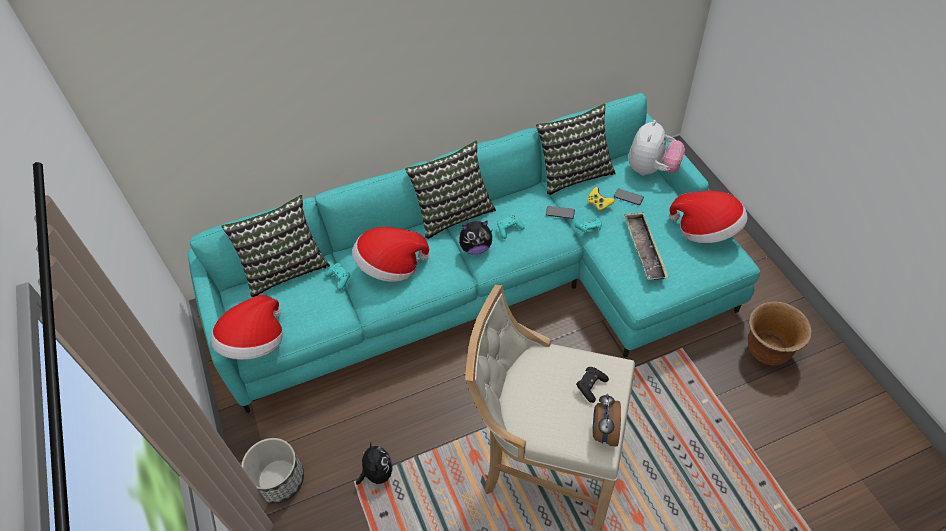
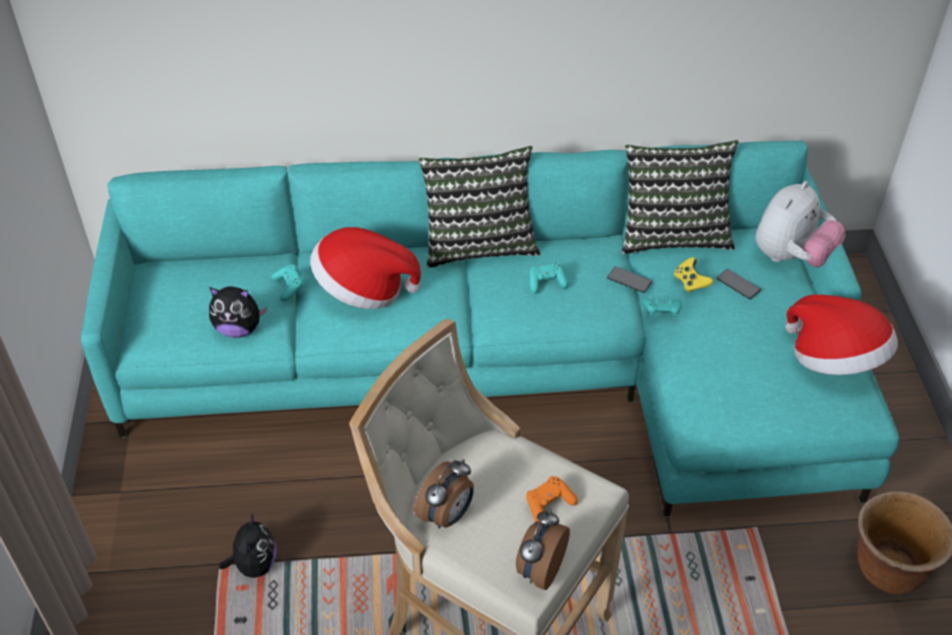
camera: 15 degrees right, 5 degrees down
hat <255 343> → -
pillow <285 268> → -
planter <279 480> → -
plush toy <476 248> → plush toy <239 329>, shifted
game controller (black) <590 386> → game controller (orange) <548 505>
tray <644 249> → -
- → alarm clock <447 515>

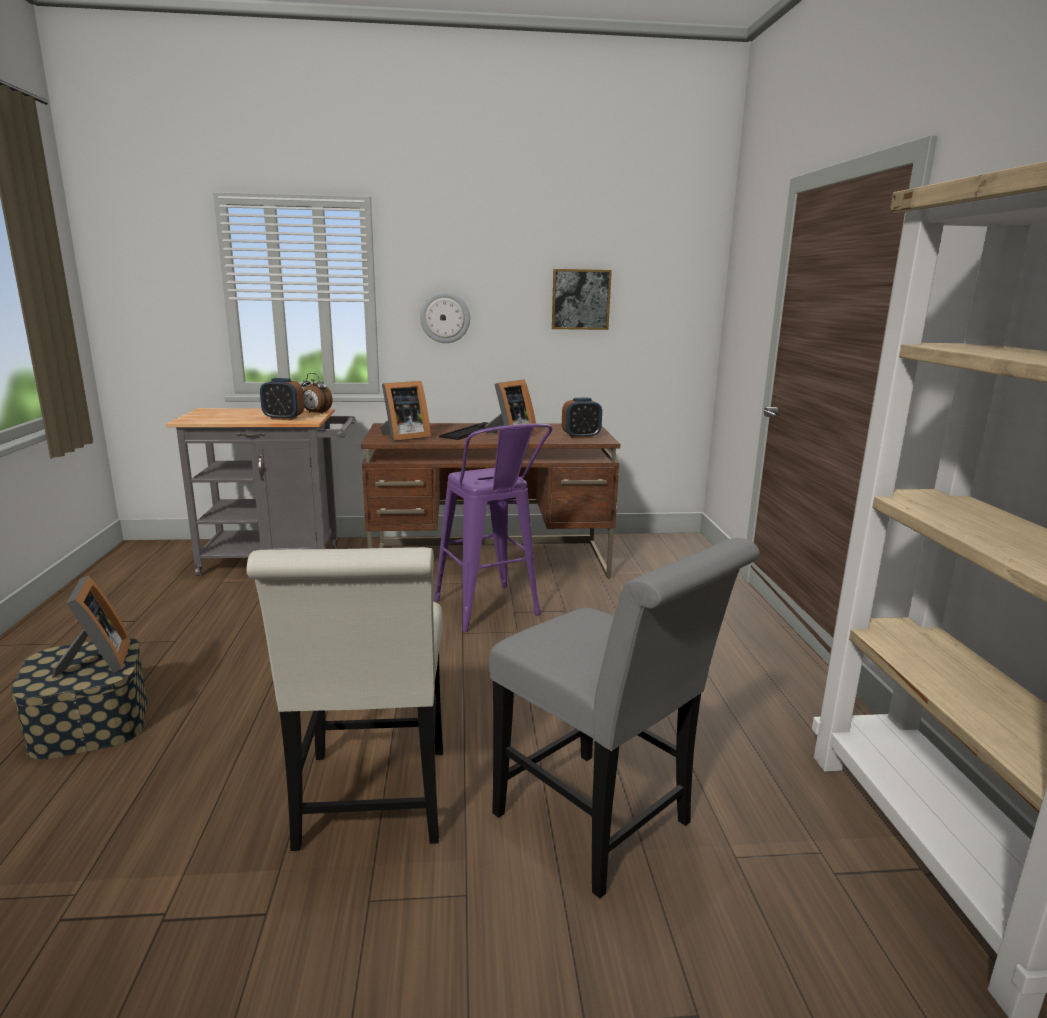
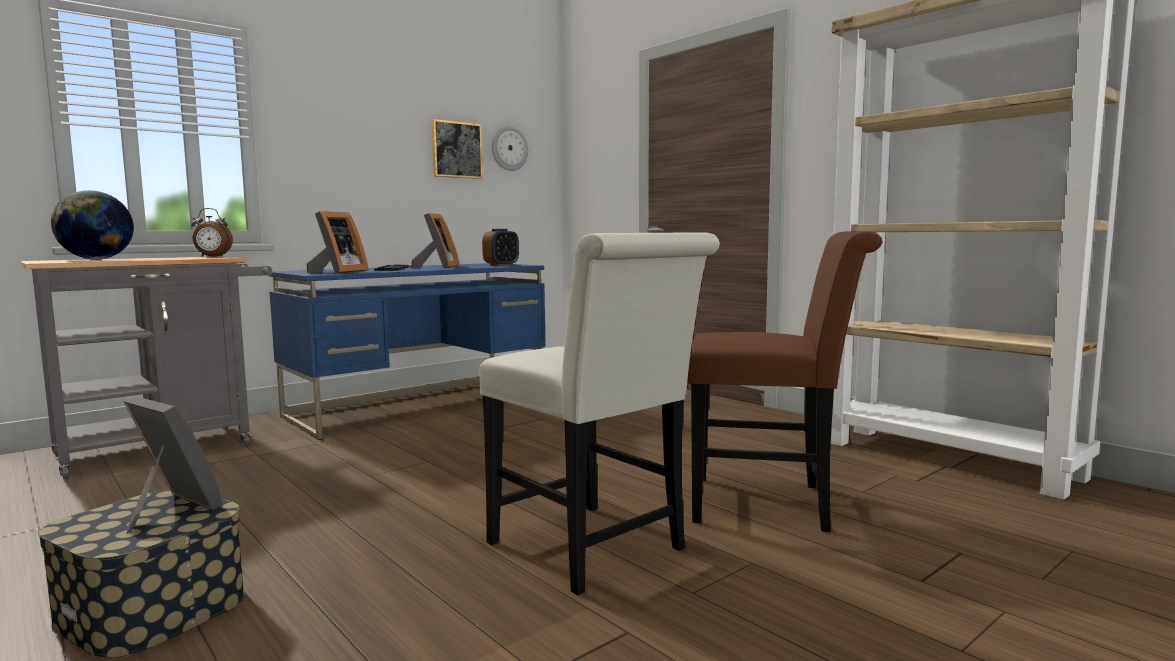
camera: 35 degrees left, 10 degrees down
alarm clock <283 418> → -
desk (brown) <491 561> → desk (blue) <421 406>
wall clock <445 317> → wall clock <509 148>, shifted
stool (purple) <490 613> → -
chair (grey) <602 826> → chair (brown) <771 504>
- → globe <96 259>

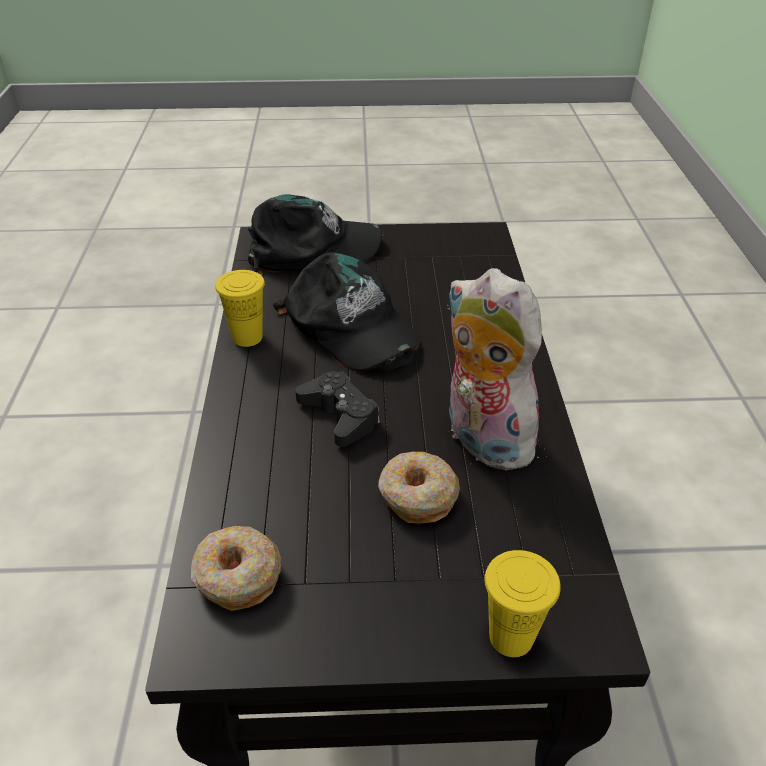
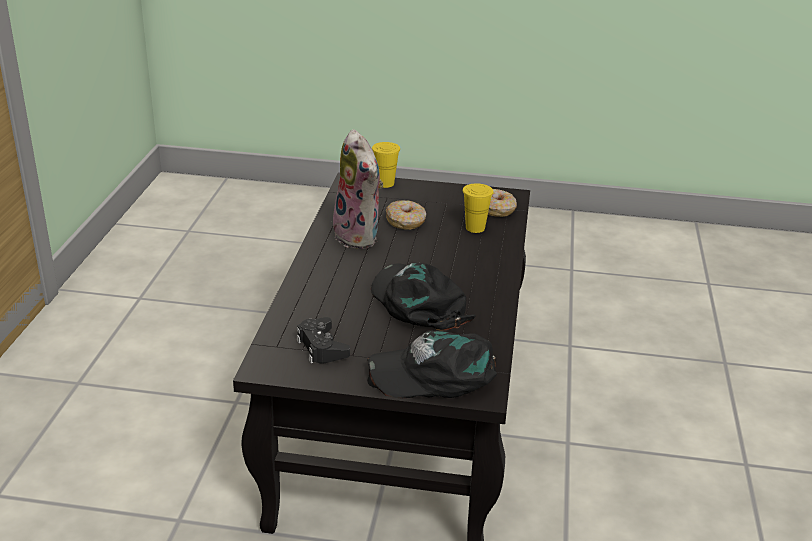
camera: 170 degrees left, 10 degrees down
cup (yellow) <247 337> → cup (yellow) <475 228>, shifted
game controller (black) <340 415> → game controller (black) <321 347>, shifted

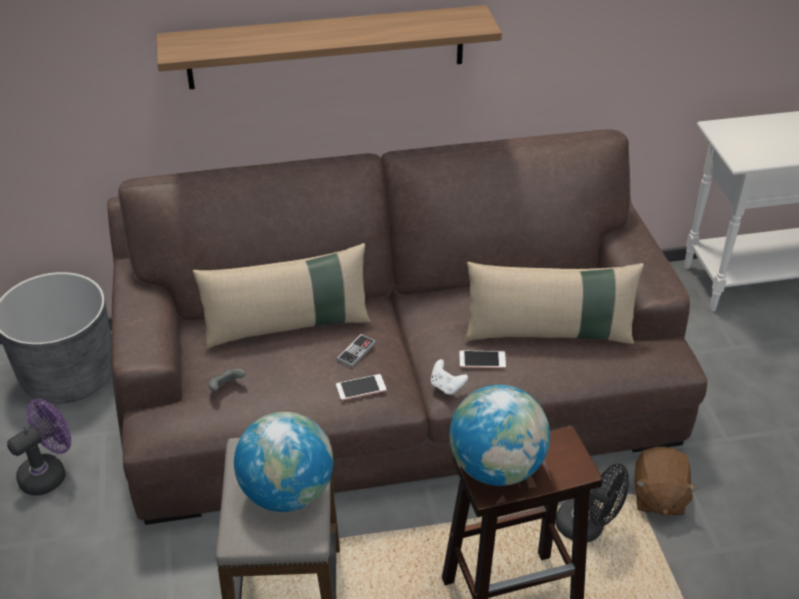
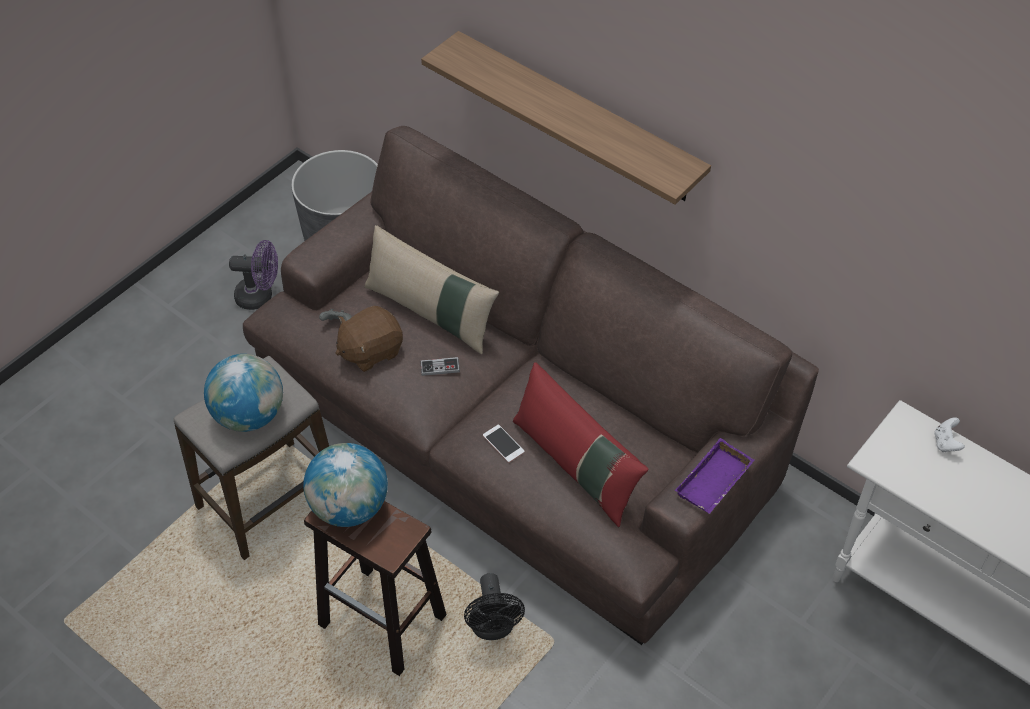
camera: 50 degrees right, 10 degrees up
phone <361 388> → -
game controller (white) <446 386> → game controller (white) <945 443>, shifted
pillow (beige) <549 333> → pillow (red) <576 466>
plush toy (brown) <658 497> → plush toy (brown) <370 351>, shifted
- → tray (purple) <715 483>

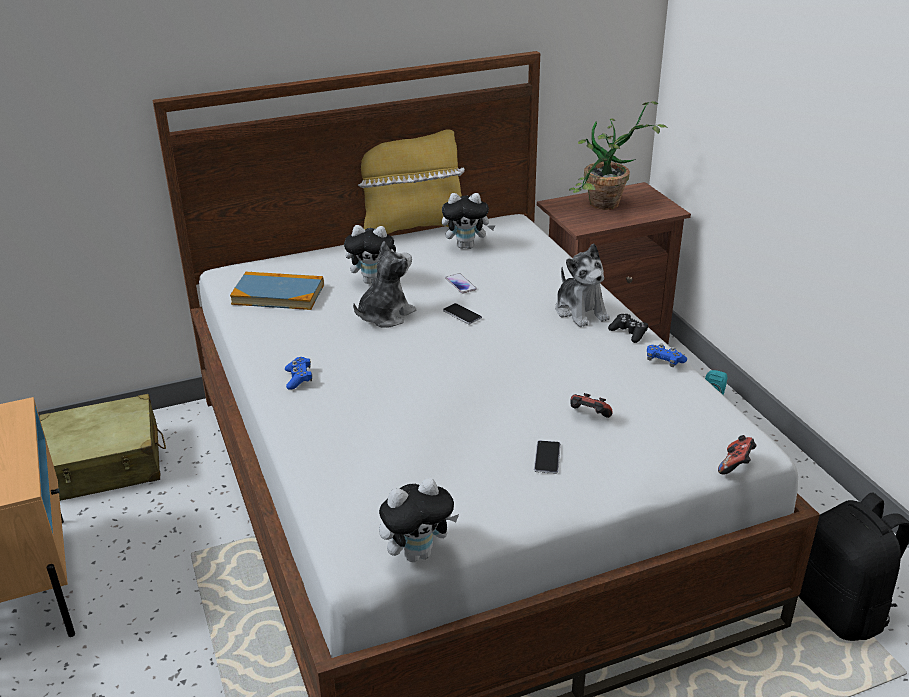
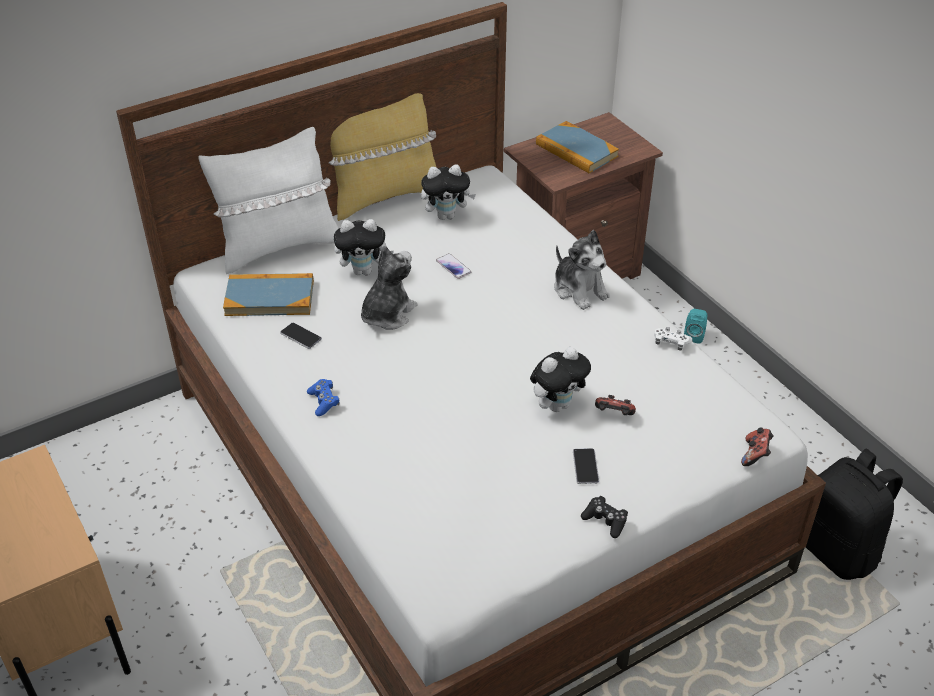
camera: 10 degrees left, 10 degrees up
suitcase (beige) <105 465> → -
plush toy <417 553> → plush toy <557 404>, shifted
phone <462 314> → phone <301 336>, shifted
potted plant <606 207> → book <576 150>
game controller (black) <628 333> → game controller (black) <605 521>, shifted
game controller (blue) <664 361> → game controller (white) <670 343>
- → pillow (white) <278 247>

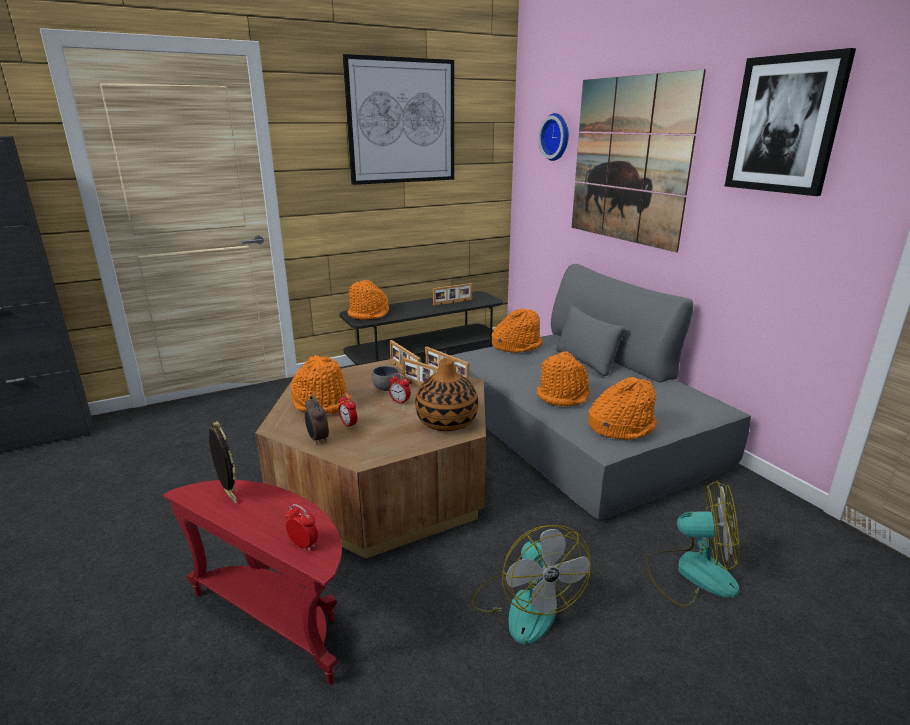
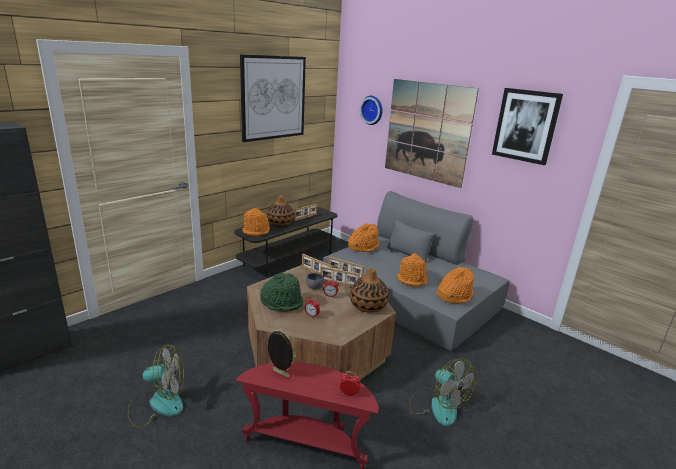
camera: 20 degrees left, 0 degrees up
hat (orange) <322 403> → hat (green) <282 302>
alarm clock <317 439> → -
fan <691 573> → fan <157 404>, shifted
- → vase <280 223>

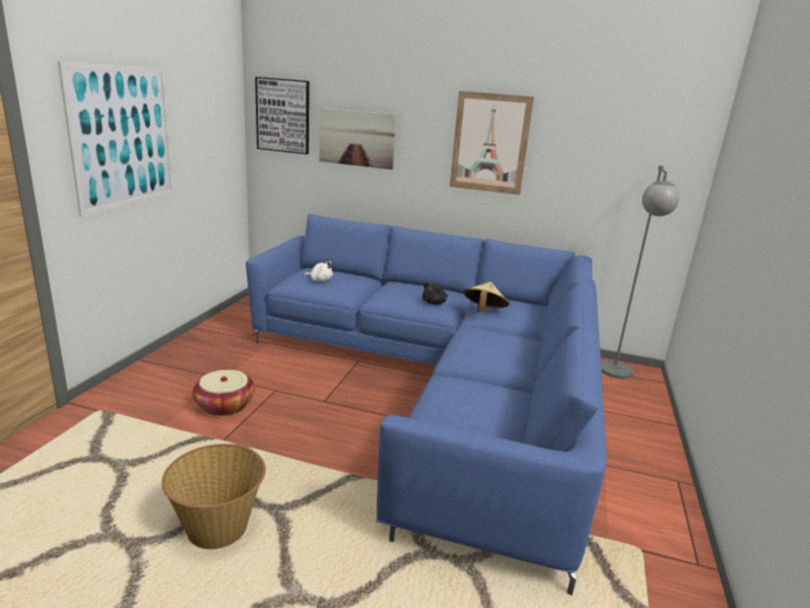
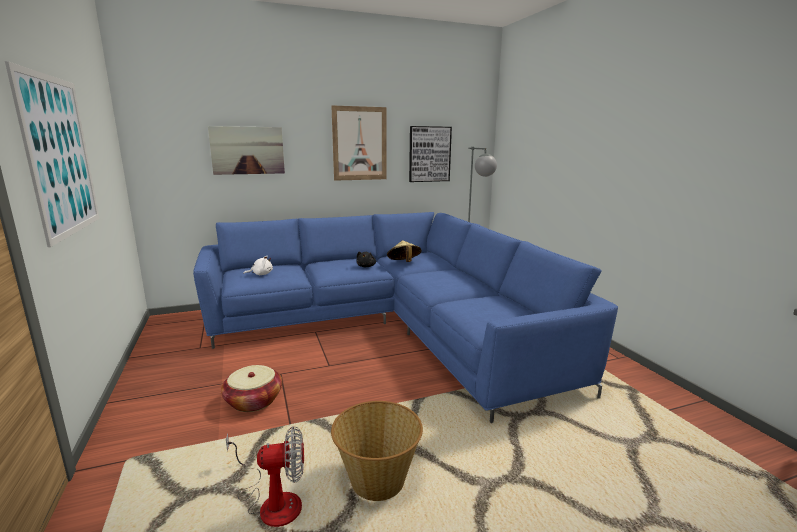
camera: 35 degrees left, 5 degrees down
picture <283 115> → picture <429 154>, shifted
- → fan <272 502>

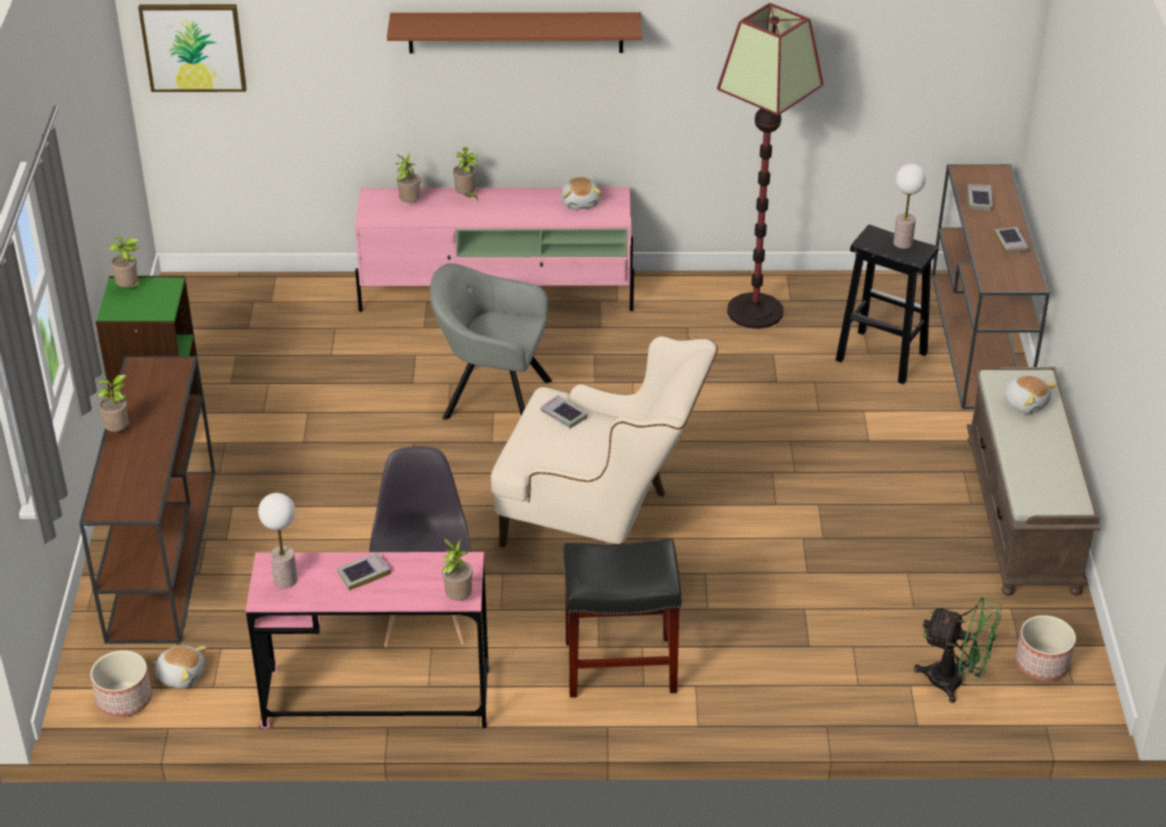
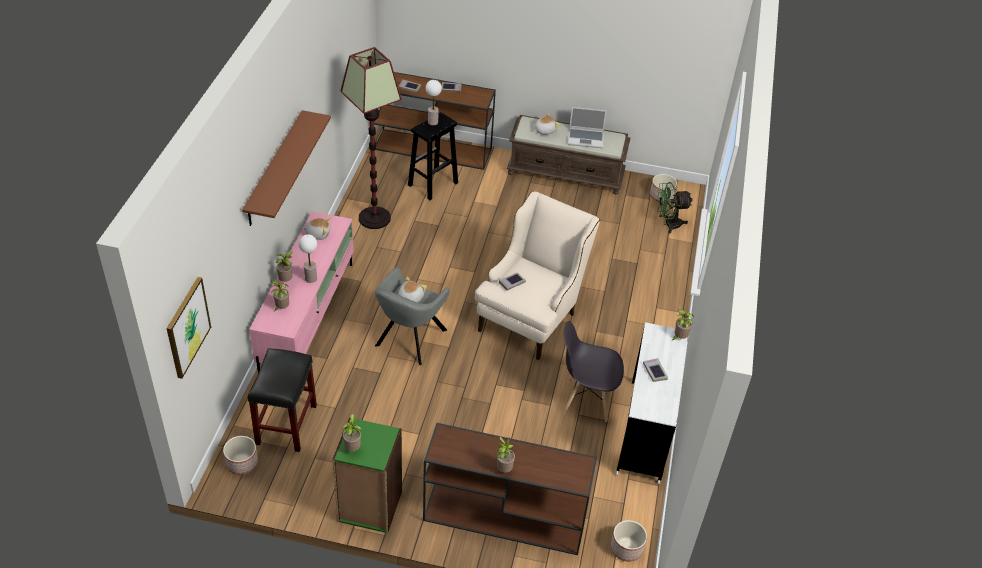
camera: 80 degrees left, 5 degrees up
plush toy <181 675> → plush toy <410 298>, shifted
desk (pink) <377 699> → desk (white) <645 431>
table lamp <285 580> → table lamp <310 278>, shifted
stool (black) <621 665> → stool (black) <286 424>, shifted
fan (green) <955 682> → fan (green) <668 224>, 135 degrees counterclockwise
- → planter <242 463>
- → laptop <586 138>

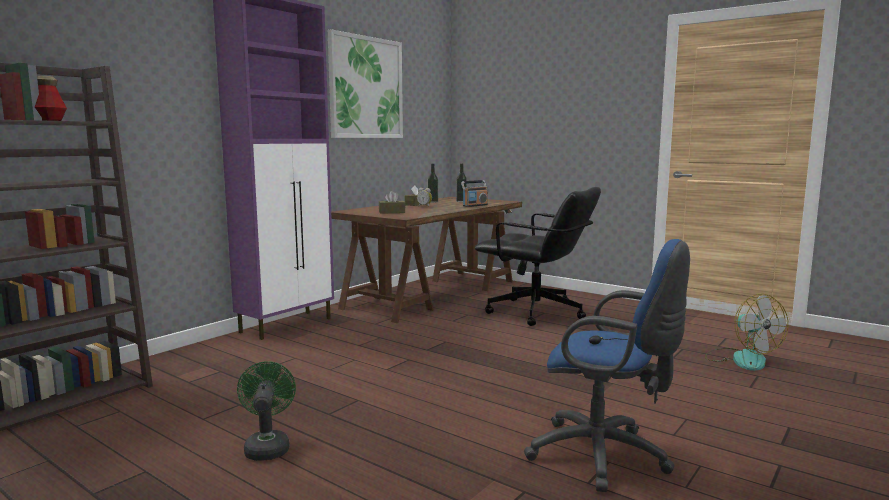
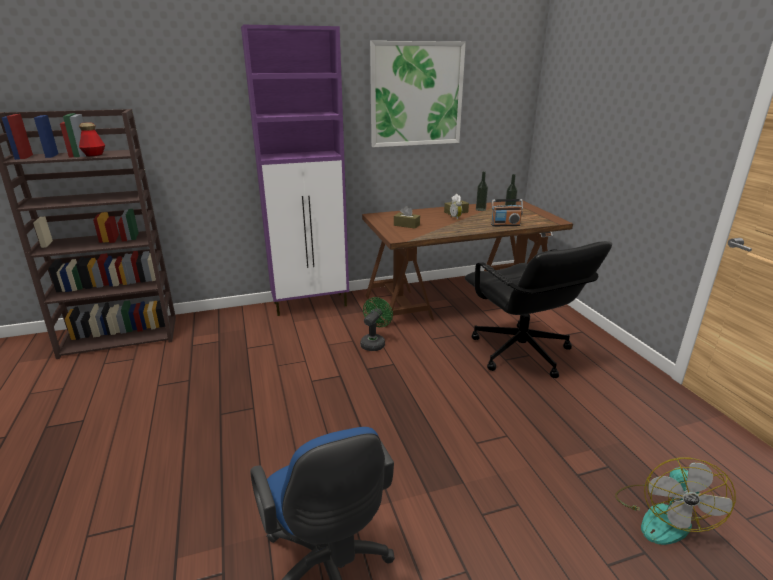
camera: 35 degrees right, 15 degrees up
fan (green) <267 446> → fan (green) <374 343>, shifted

